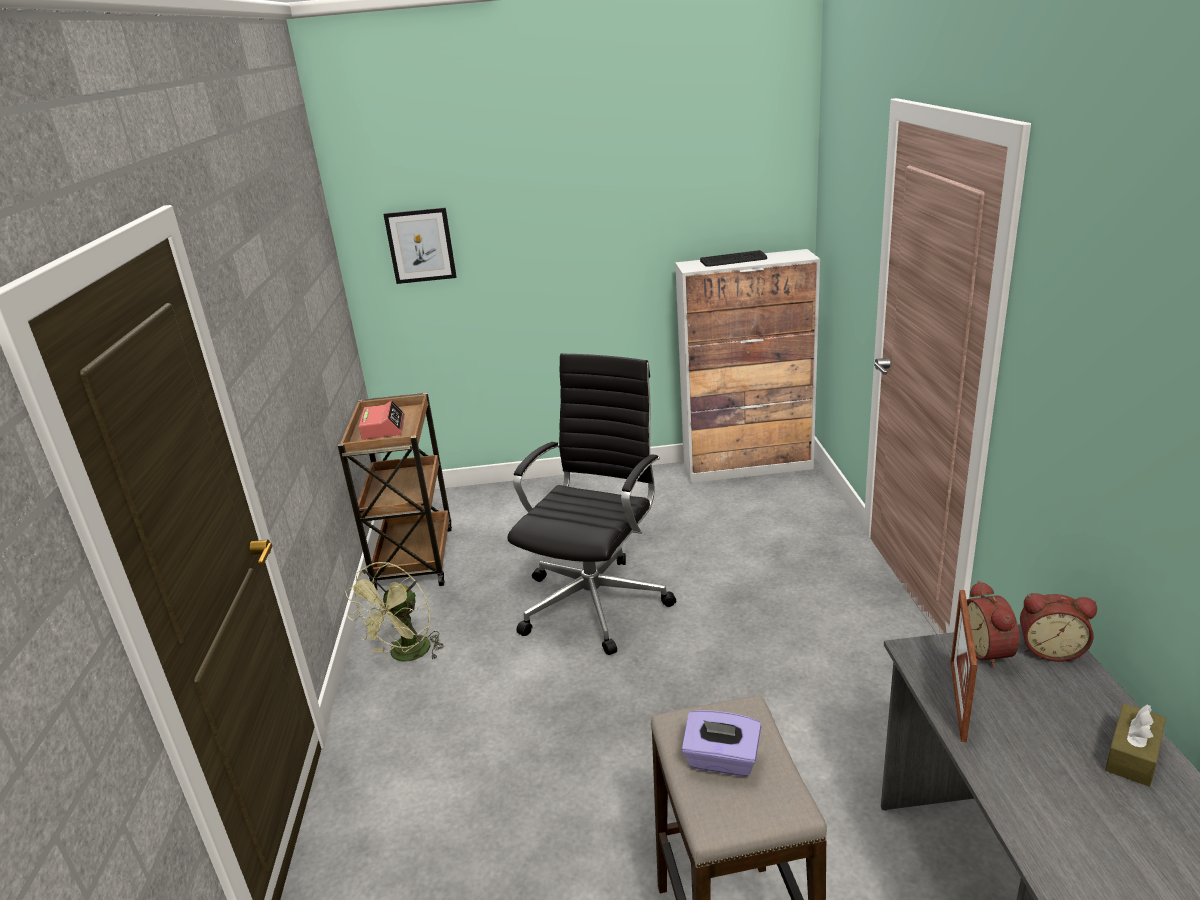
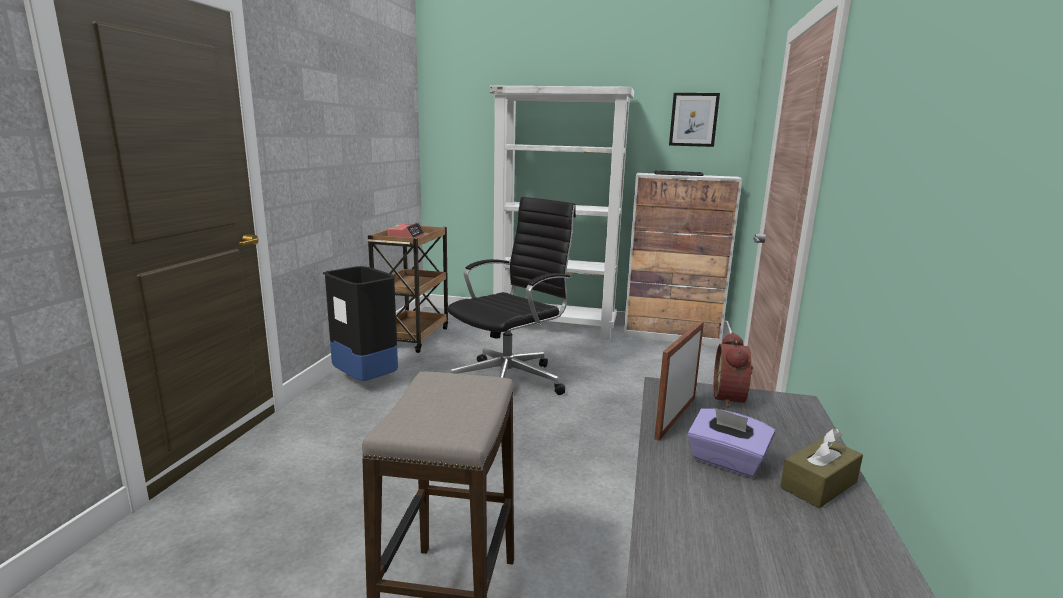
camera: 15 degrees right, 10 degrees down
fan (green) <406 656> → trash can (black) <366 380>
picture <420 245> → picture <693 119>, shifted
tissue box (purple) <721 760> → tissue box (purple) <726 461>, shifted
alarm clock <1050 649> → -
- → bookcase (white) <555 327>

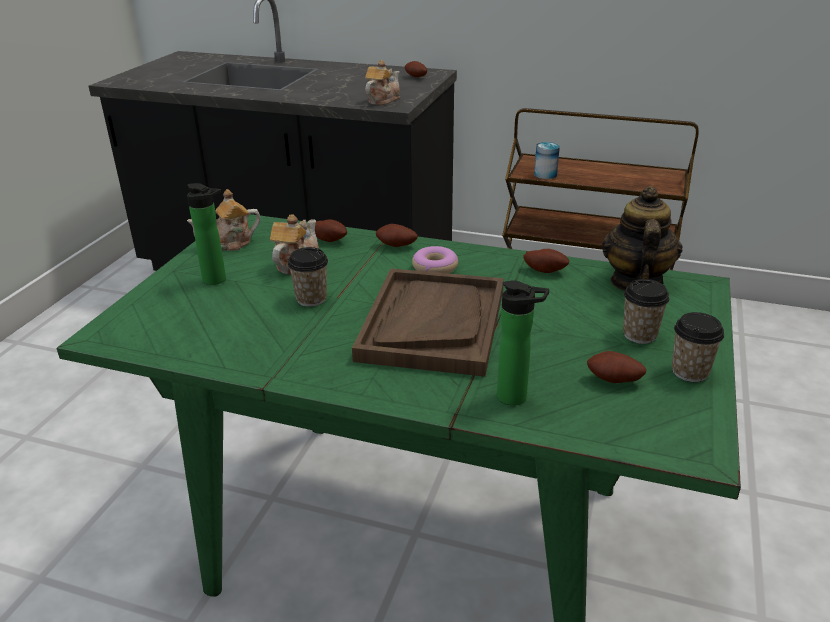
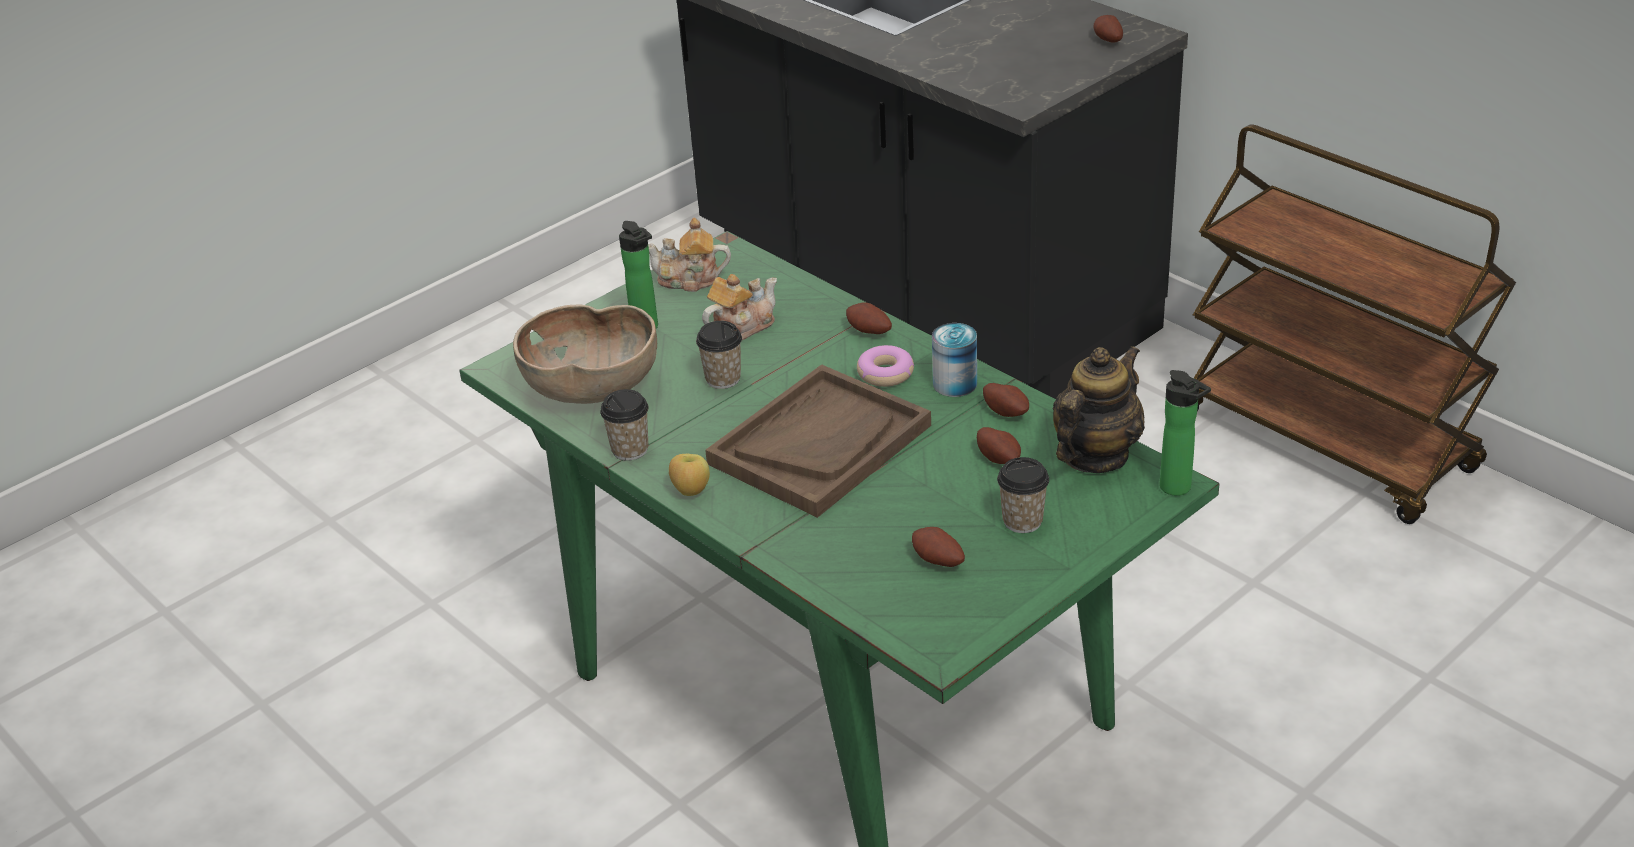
camera: 30 degrees right, 5 degrees up
potato <330 240> → potato <999 458>, shifted
teapot <382 100> → -
bottle <516 398> → bottle <1179 489>, shifted
can <545 175> → can <955 384>, shifted
cup <690 372> → cup <630 449>, shifted
- → bowl (brown) <592 389>
- → apple <690 491>

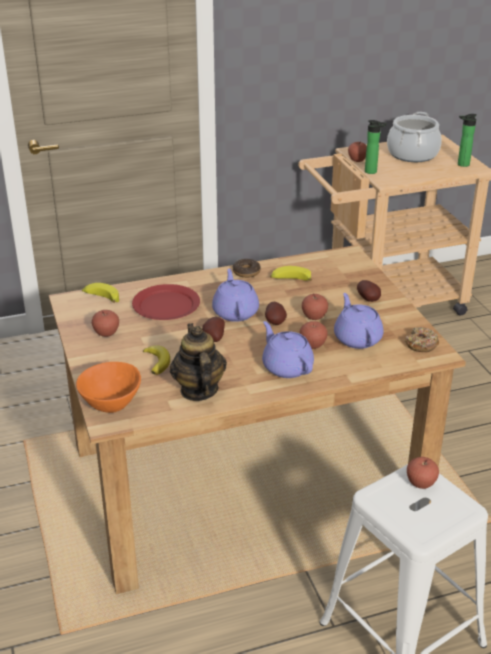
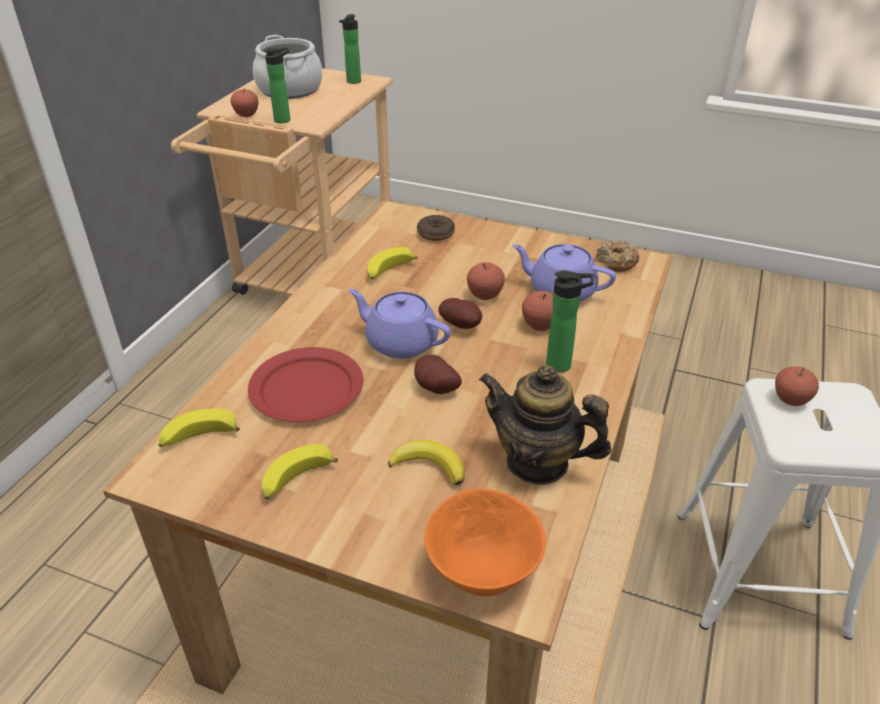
camera: 50 degrees left, 5 degrees up
apple <106 333> → banana <296 480>
donut <246 272> → donut <435 233>, shifted
teapot (purple) <286 367> → bottle <562 365>
potato <369 300> → -

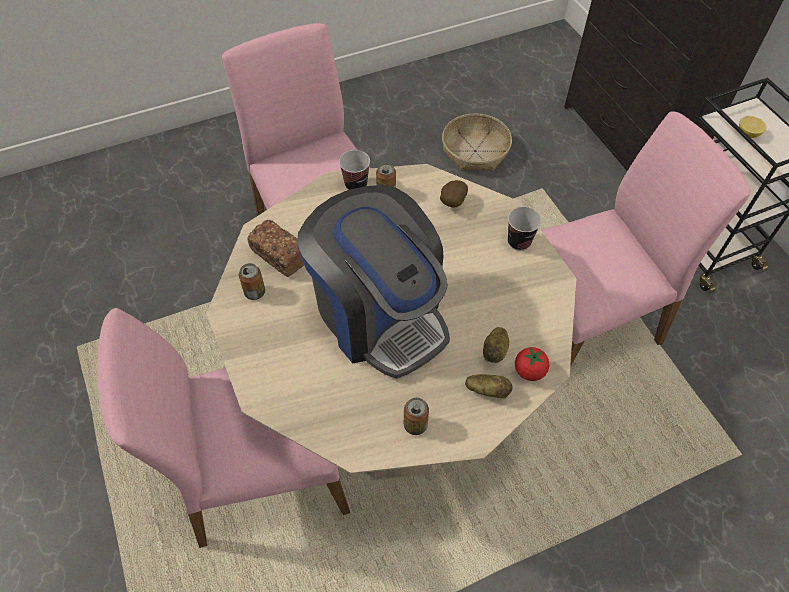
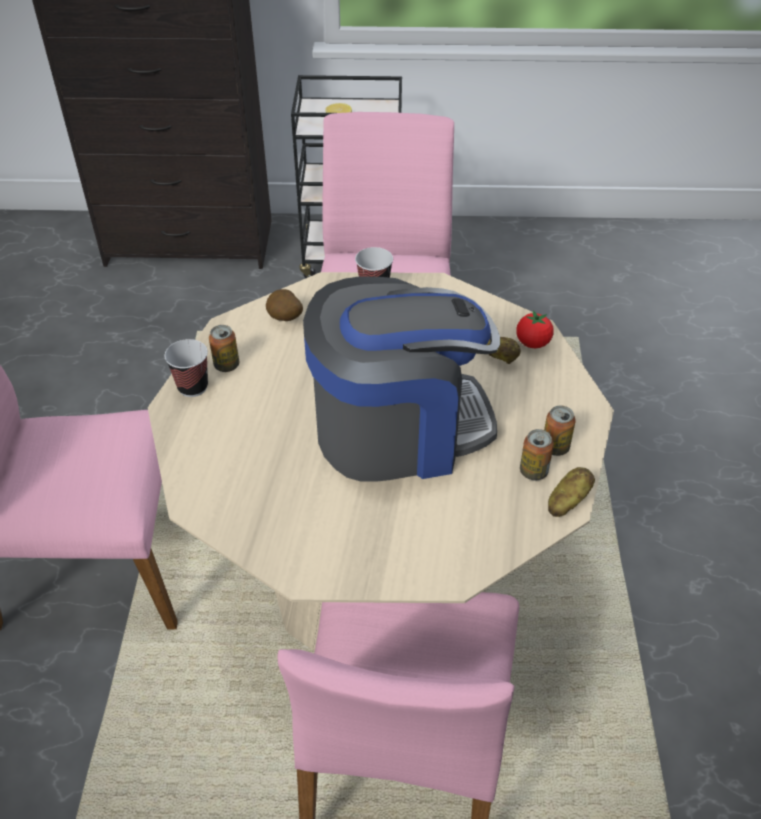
camera: 65 degrees left, 10 degrees down
can <255 292> → can <533 471>, shifted
bread <279 255> → -
basket <475 151> → -
potato <487 390> → potato <567 501>, shifted

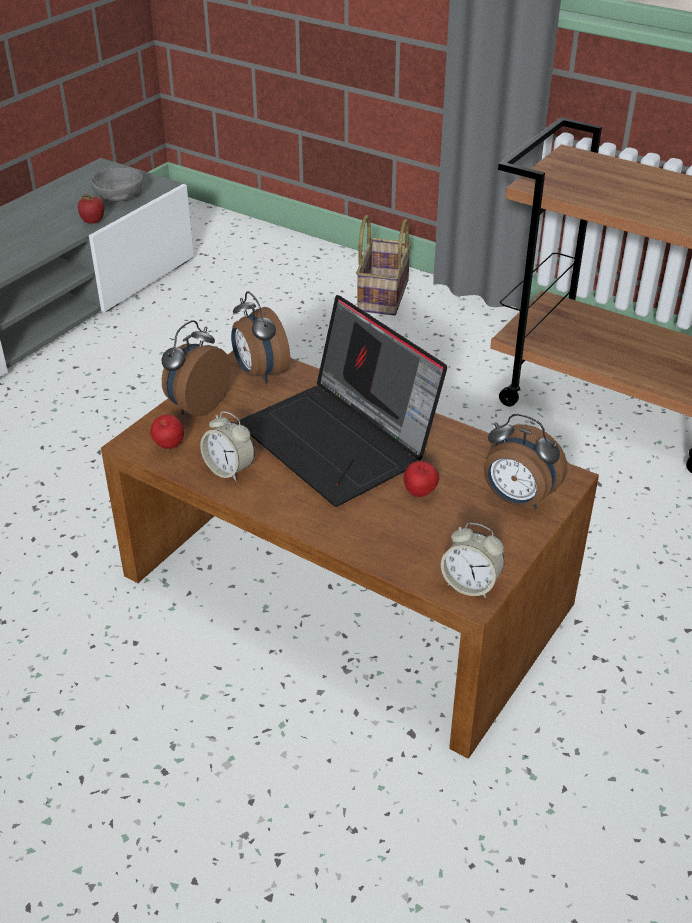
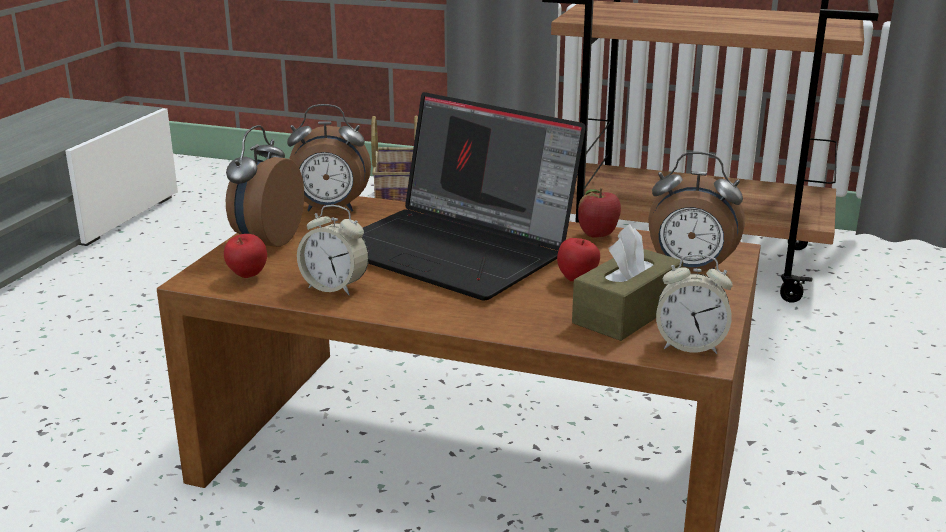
camera: 15 degrees left, 15 degrees down
apple <93 222> → apple <598 235>, shifted
bowl (grey) <119 197> → -
alarm clock <259 373> → alarm clock <330 210>, 45 degrees counterclockwise
- → tissue box (brown) <626 313>

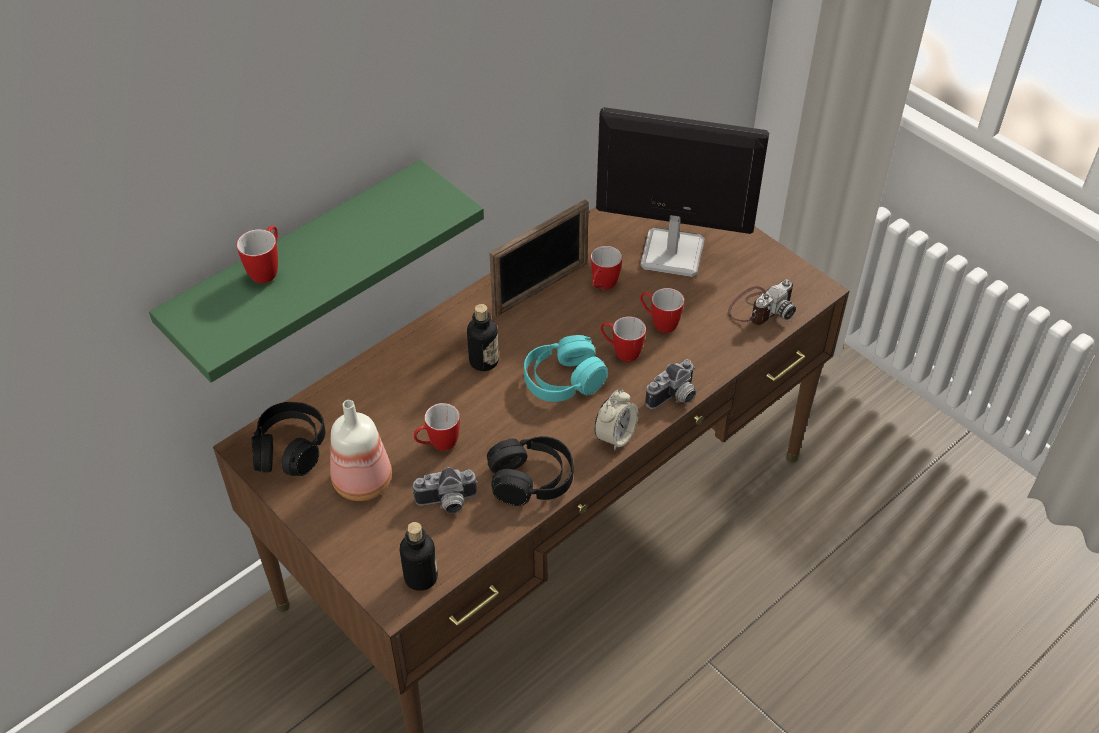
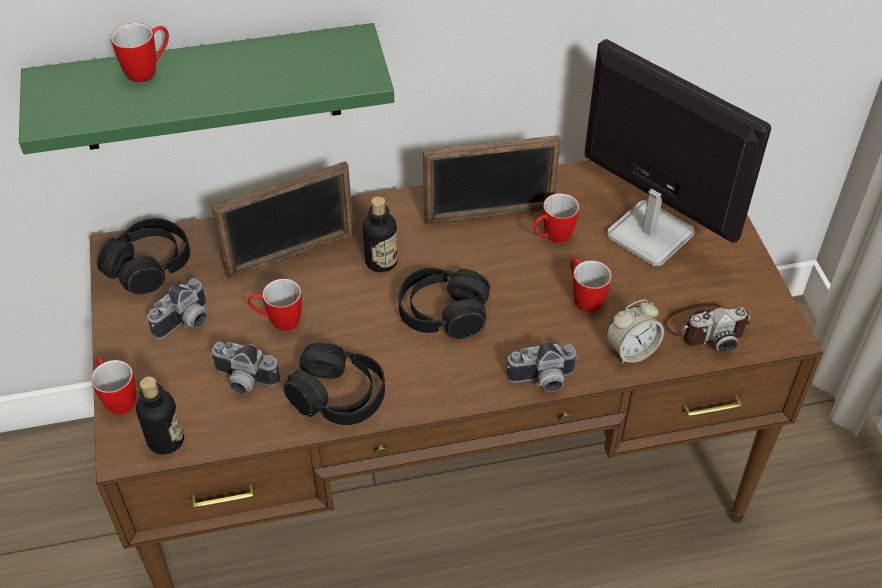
camera: 30 degrees right, 0 degrees up
bottle <361 480> → photo camera <186 323>
headphones (turquoise) <563 380> → headphones (black) <443 313>
alarm clock <615 436> → alarm clock <631 351>, shifted
mug <621 352> → mug <118 398>, shifted
- → picture frame <291 255>

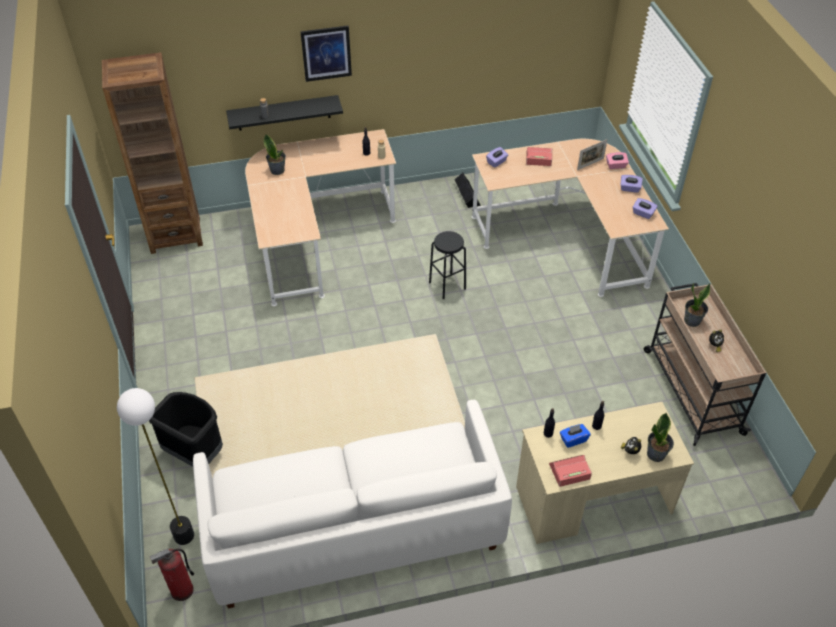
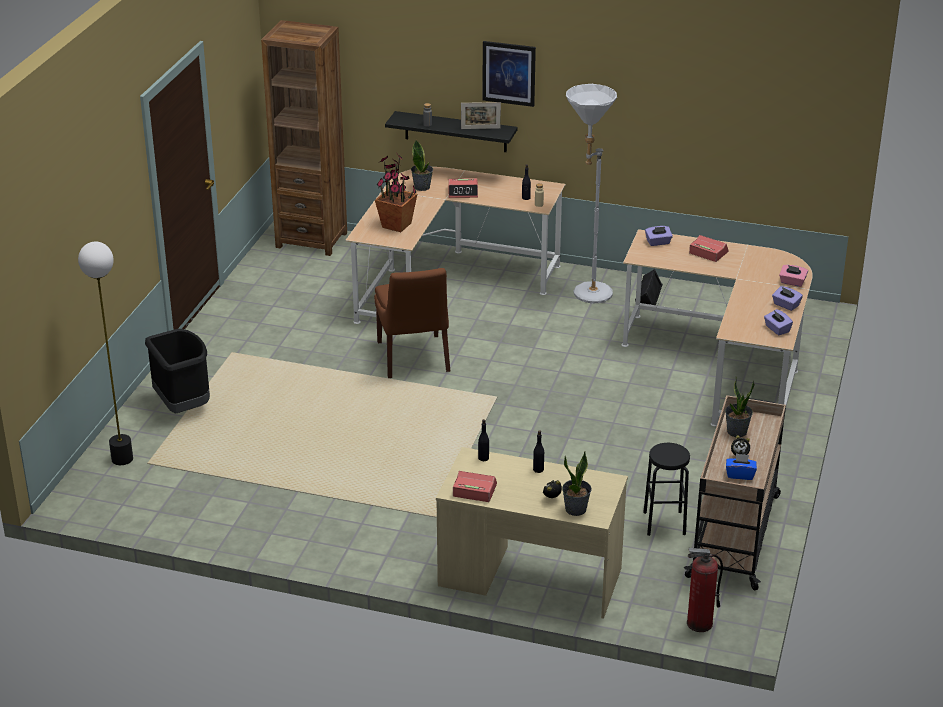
camera: 30 degrees right, 15 degrees down
fire extinguisher <182 590> → fire extinguisher <699 623>, shifted
sofa (white) <354 528> → -
stool (black) <447 285> → stool (black) <664 523>, shifted
tissue box (blue) <573 439> → tissue box (blue) <740 475>, shifted
picture frame <590 164> → picture frame <480 128>, shifted
- → chair (brown) <413 358>
- → potted plant <396 225>
- → alarm clock <463 192>
- → floor lamp (white) <586 296>

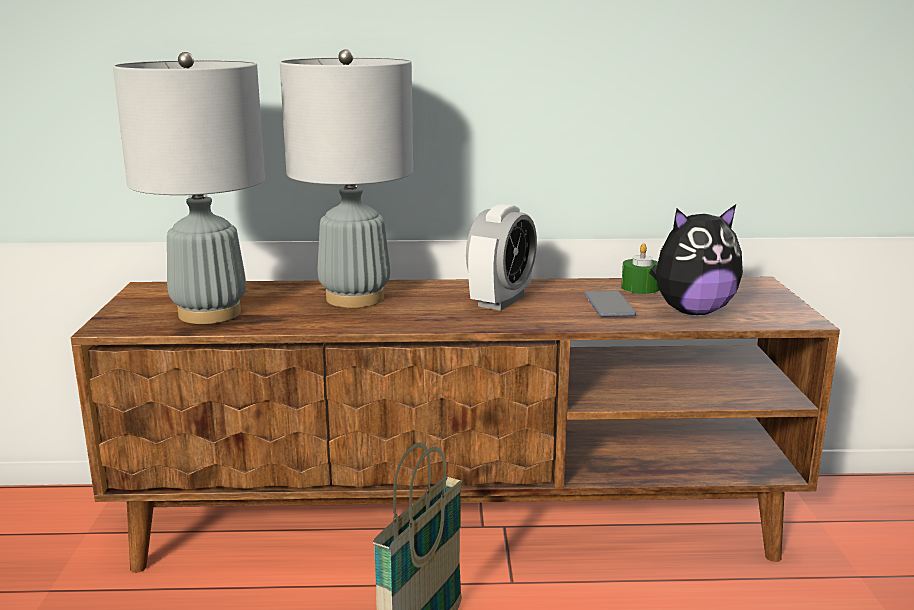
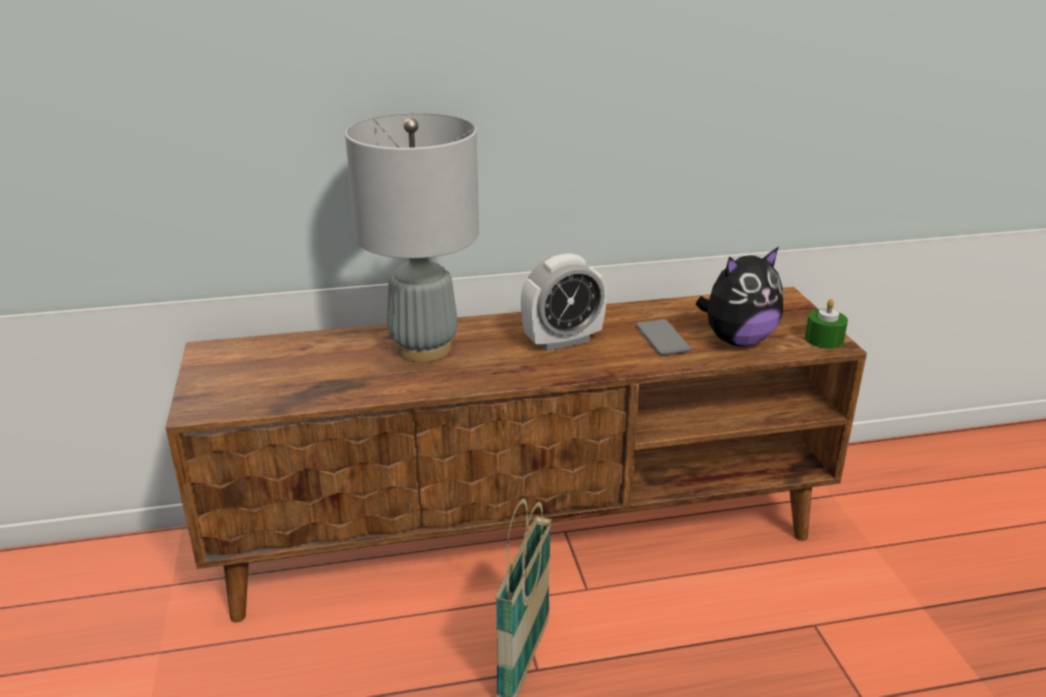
camera: 10 degrees left, 10 degrees up
table lamp (grey) <209 313> → -
alarm clock <501 301> → alarm clock <562 341>, 45 degrees clockwise
candle (green) <640 288> → candle (green) <824 339>, shifted

